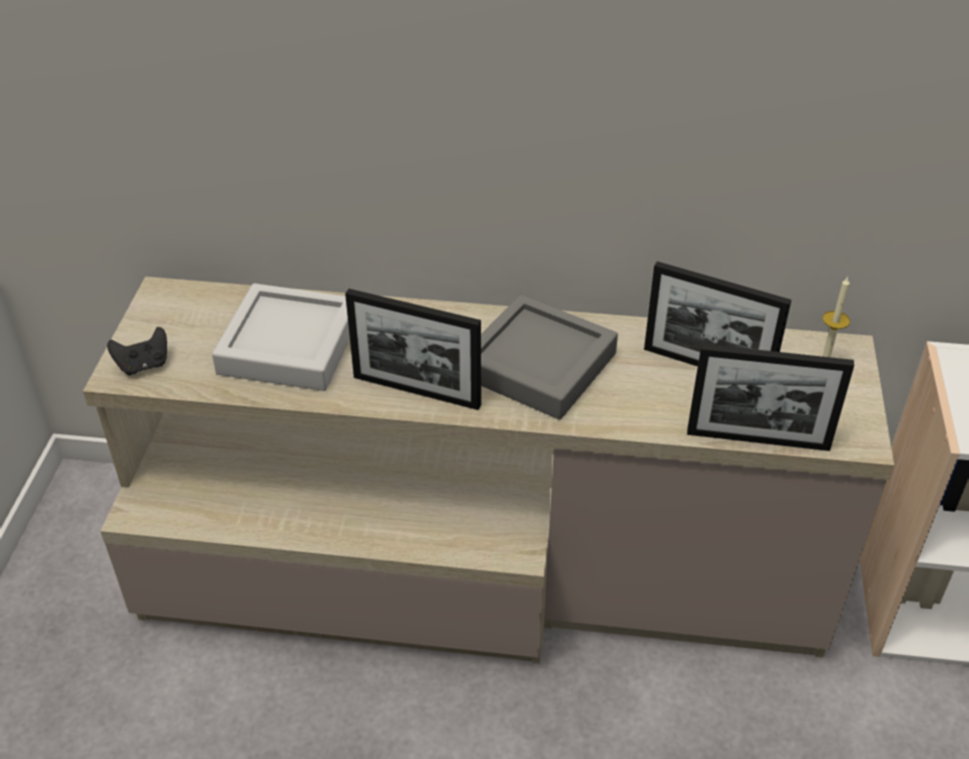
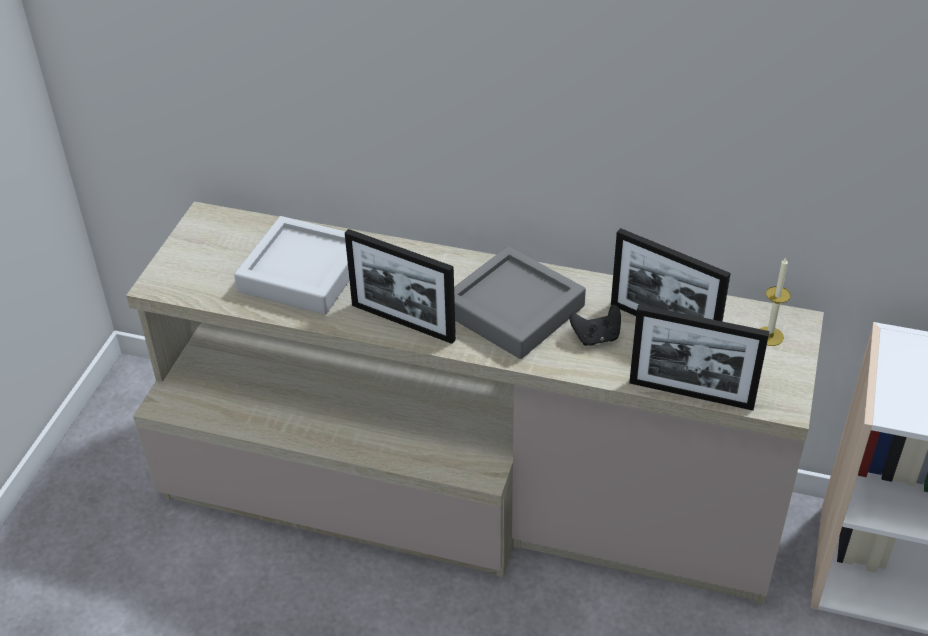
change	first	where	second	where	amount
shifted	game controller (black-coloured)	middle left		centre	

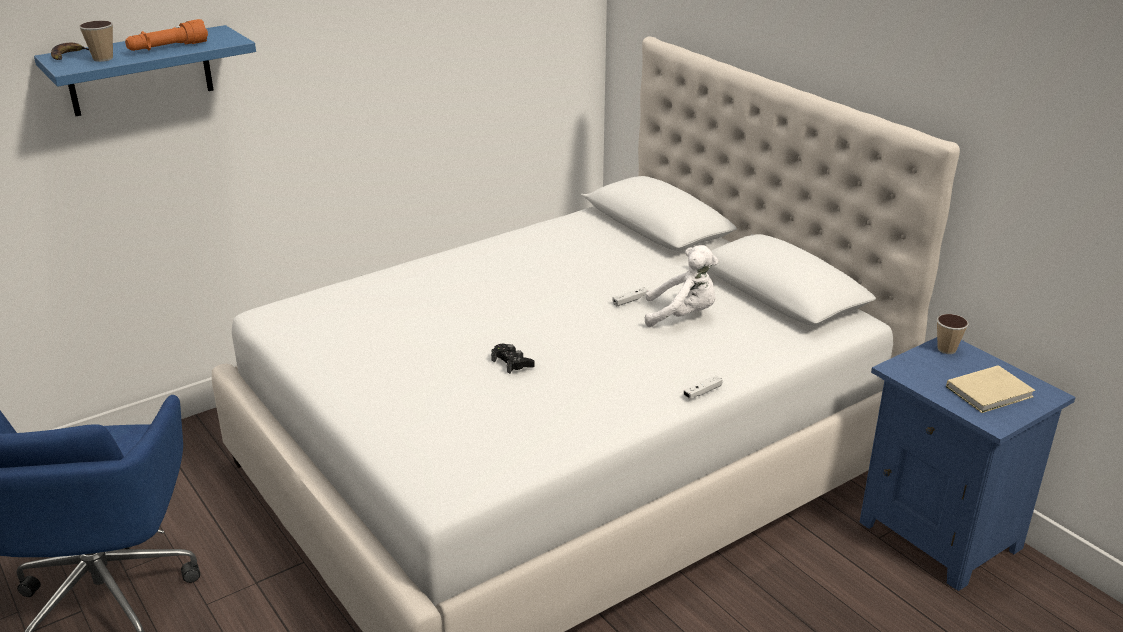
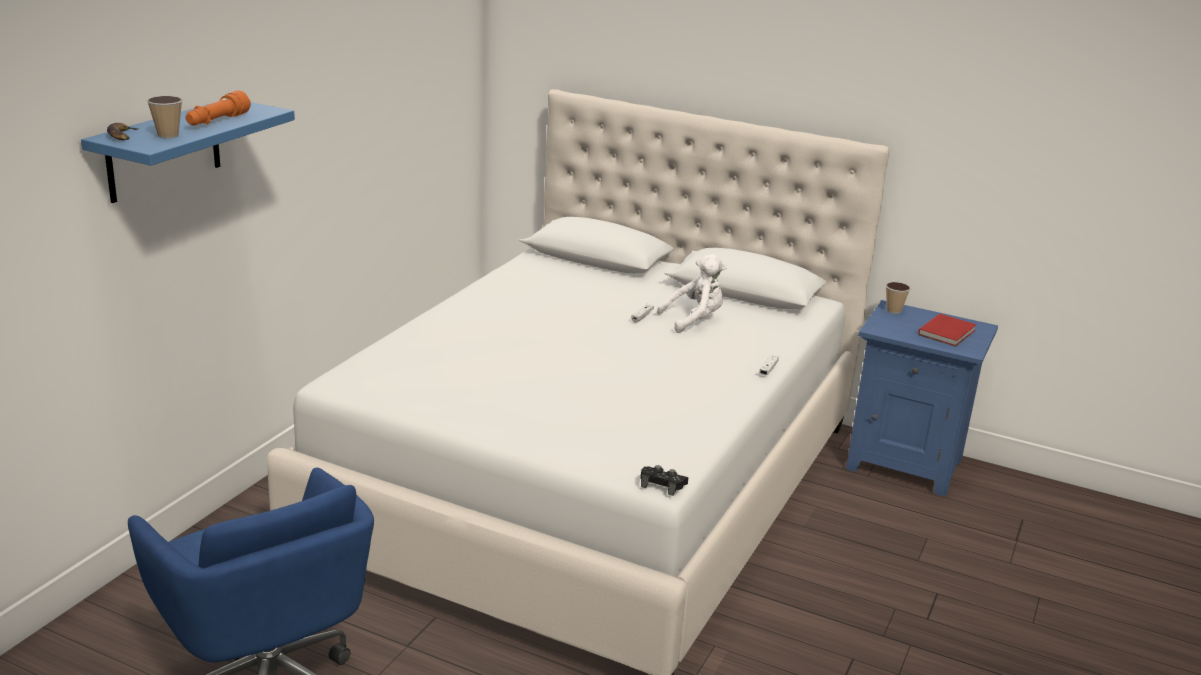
change	first	where	second	where	amount
shifted	game controller (black-coloured)	centre		bottom centre	
repainted	book (beige-coloured)	middle right	book (reddish)	middle right	

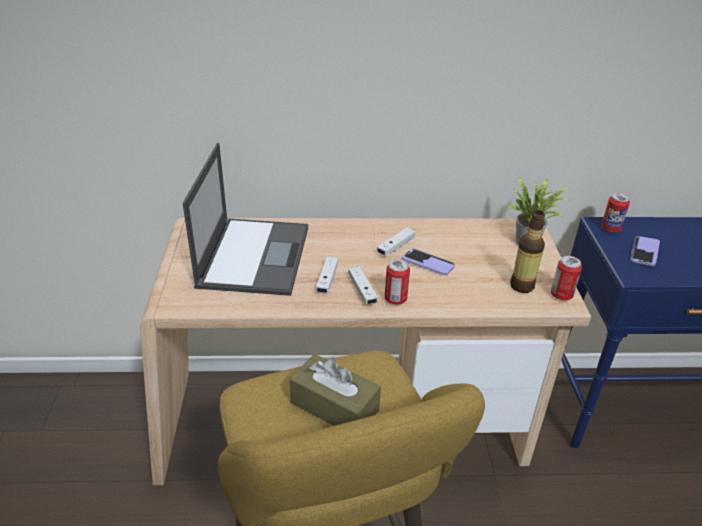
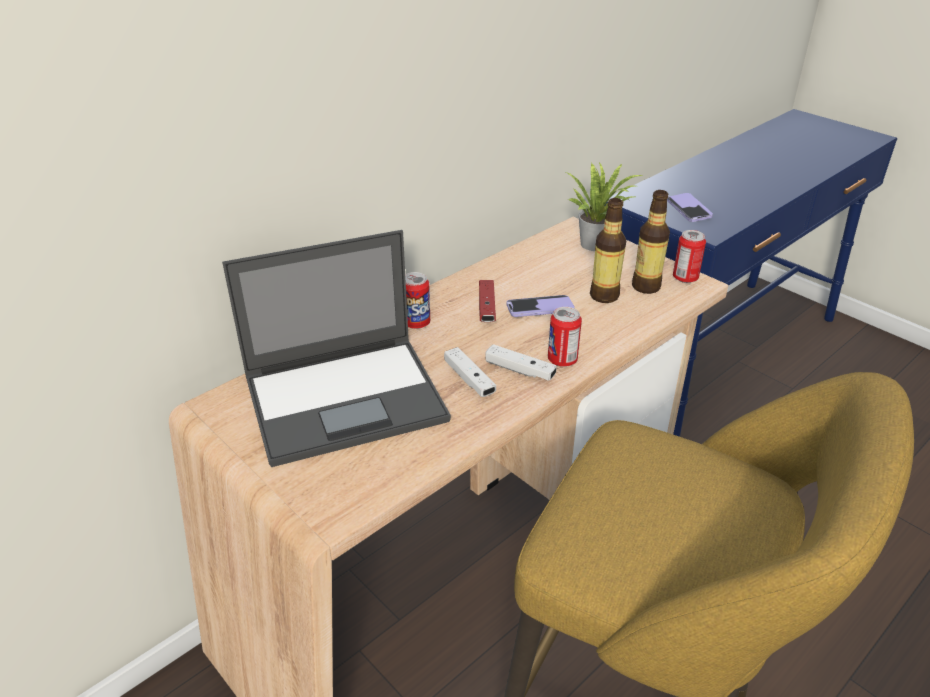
change	first	where	second	where	amount
gone	tissue box (brown-coloured)	bottom centre			
new			beverage bottle (no. 1 from left)	centre	
shifted	sealed can (no. 3 from left in the first image)	middle right	sealed can (no. 1 from left)	centre	
repainted	game controller (whitish) (no. 3 from left)	centre	game controller (reddish)	centre	
rotated	portable computer	centre		centre	105 degrees clockwise

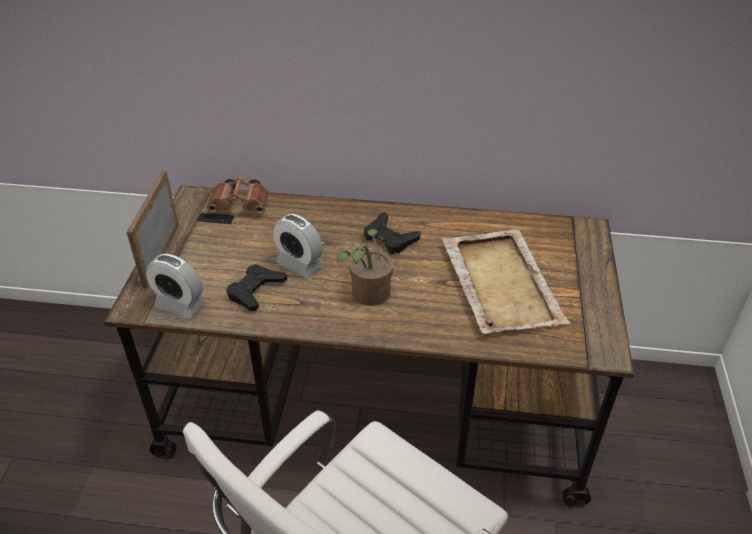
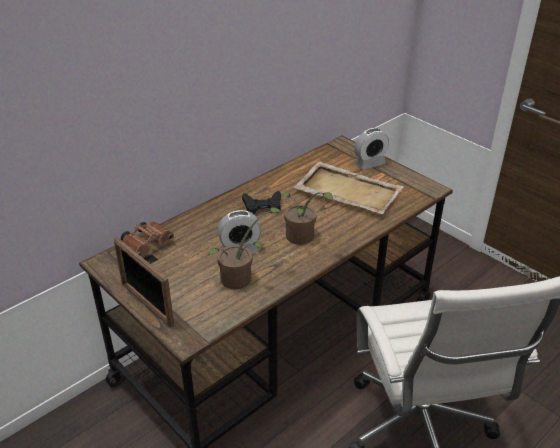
change	first	where	second	where	amount
shifted	table clock (no. 1 from left in the first image)	middle left	table clock (no. 2 from left)	top centre	
swapped	game controller (black-coloured) (no. 1 from left)	centre	potted plant (no. 1 from left)	centre	

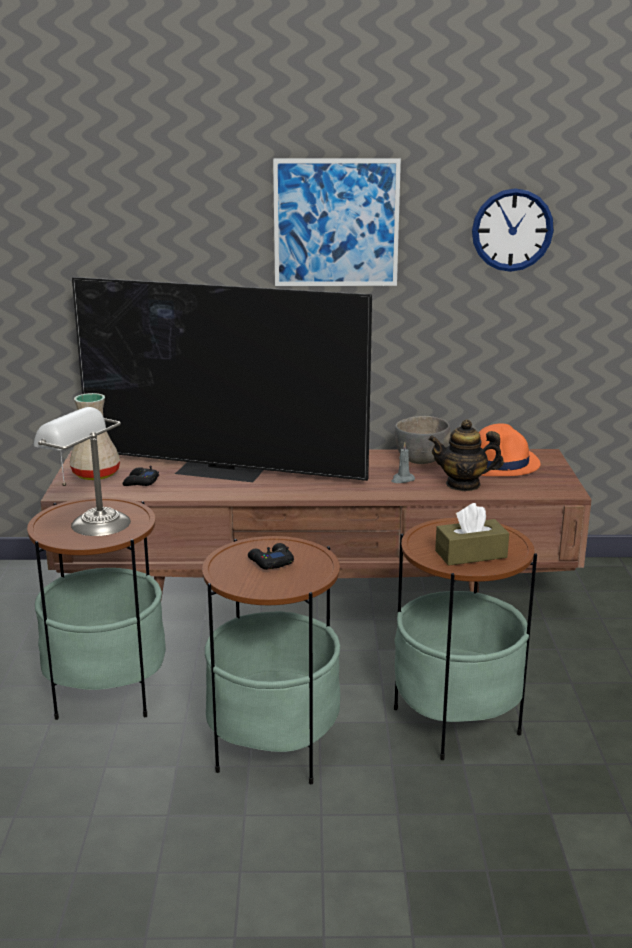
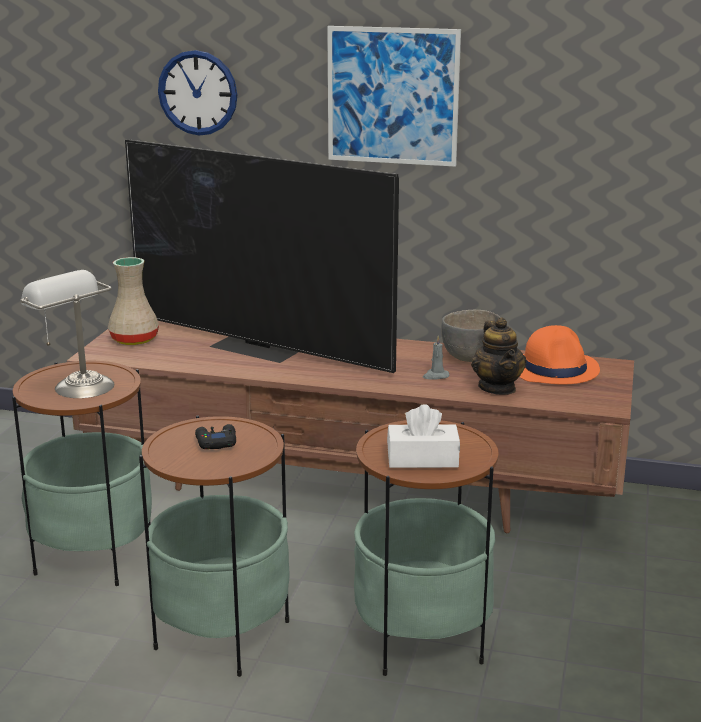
change	first	where	second	where	amount
gone	game controller (black-coloured) (no. 1 from left)	middle left			
shifted	clock on the wall	top right		top left	
repainted	tissue box (brown-coloured)	middle right	tissue box (whitish)	centre	
rotated	tea pot	middle right		middle right	120 degrees counterclockwise

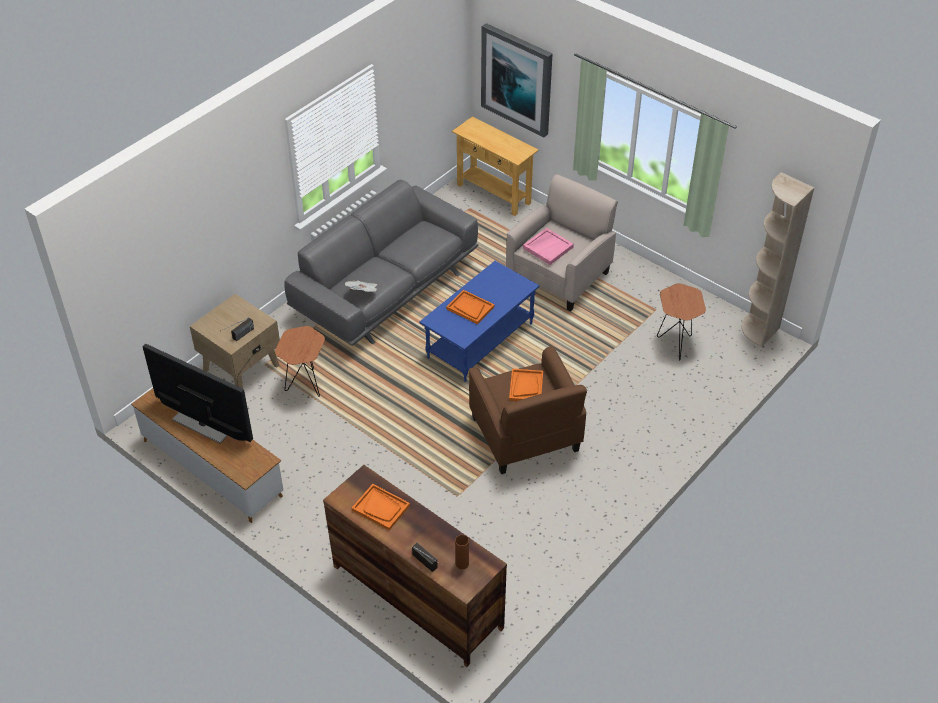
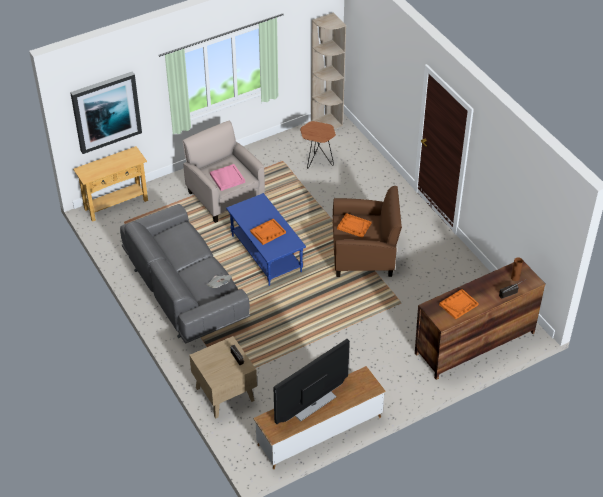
change	first	where	second	where	amount
gone	accent table (brown-coloured) (no. 1 from left)	middle left			

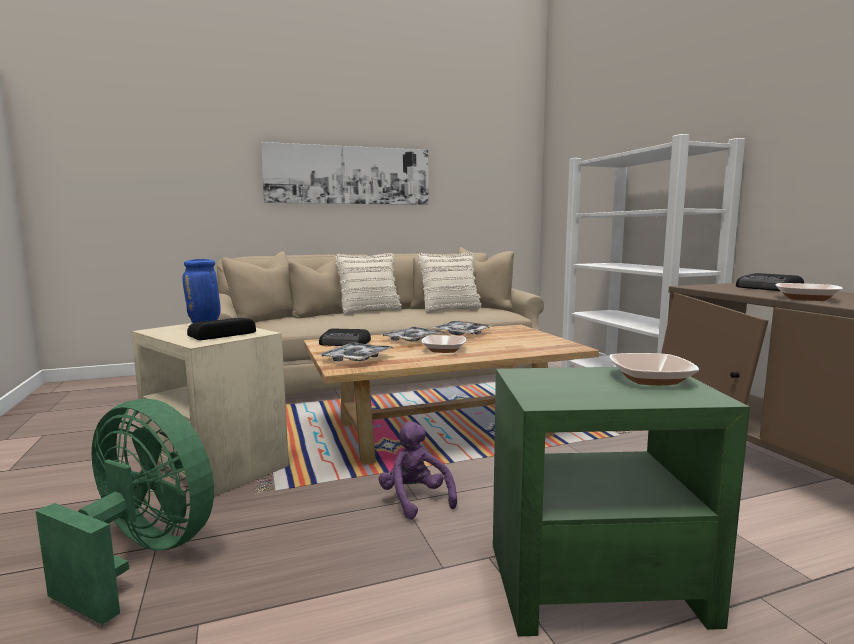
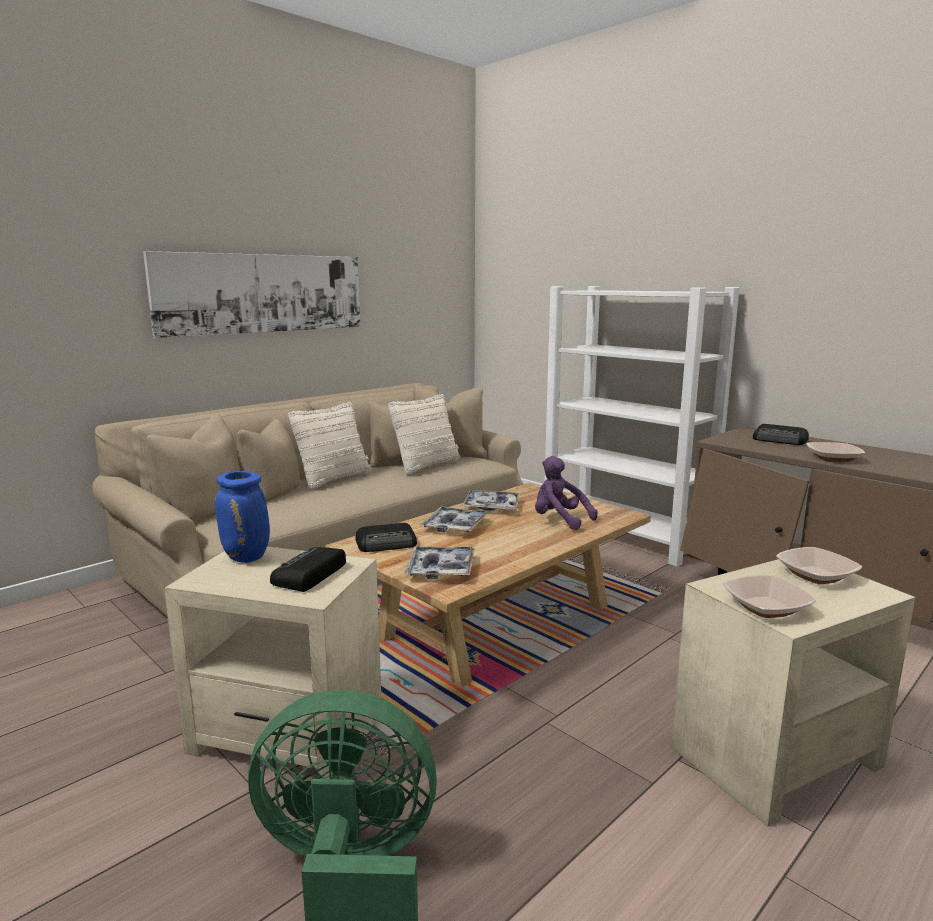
change	first	where	second	where	amount
shifted	plush toy (purple)	bottom centre		centre	
shifted	deep dish (no. 1 from left)	centre		middle right	
repainted	accent table (greenish)	bottom right	accent table (beige-coloured) (no. 2 from left)	bottom right	

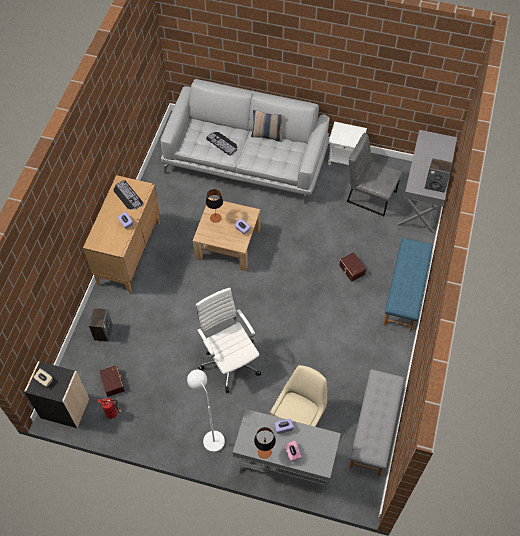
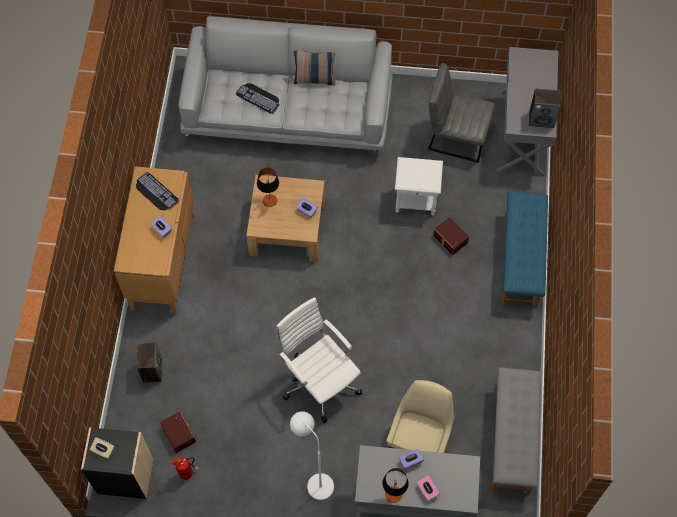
change	first	where	second	where	amount
shifted	accent table (whitish)	top right		centre	

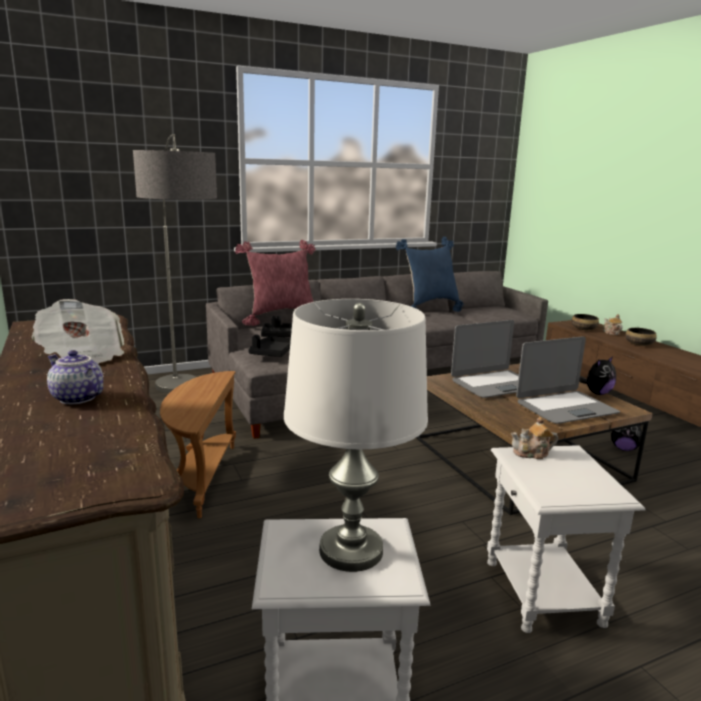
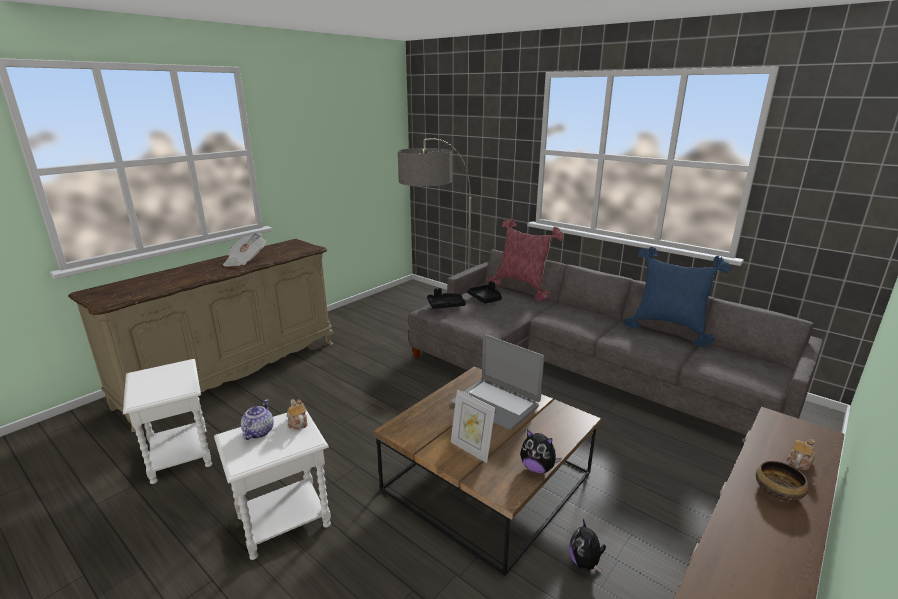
change	first	where	second	where	amount
gone	accent table (brown-coloured)	middle left			
gone	table lamp (whitish)	centre			
gone	deep dish (no. 1 from left)	middle right			
shifted	tea pot (no. 1 from left)	middle left		bottom left	
swapped	portable computer (no. 2 from left)	middle right	standing frame	bottom centre	

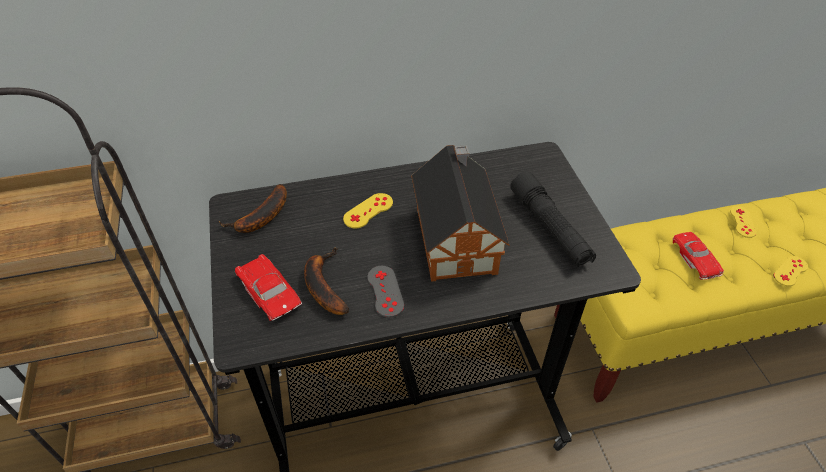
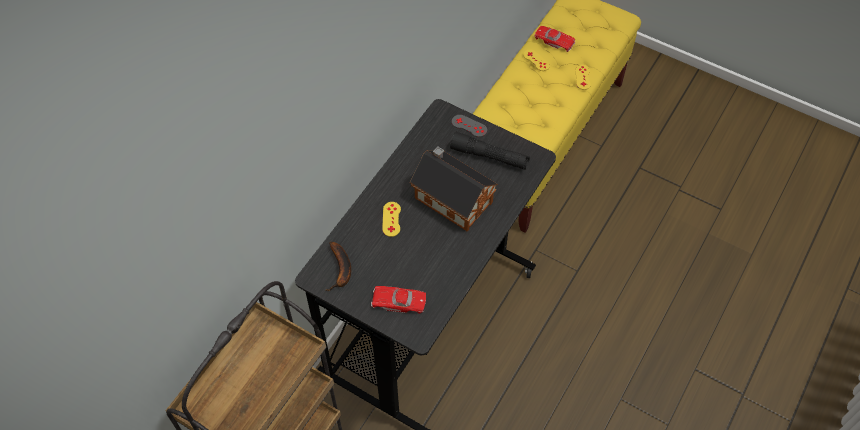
change	first	where	second	where	amount
gone	banana (no. 2 from left)	centre			
shifted	game controller (gray)	centre		top centre	
shifted	toy car (reddish) (no. 2 from left)	middle right		top centre	

